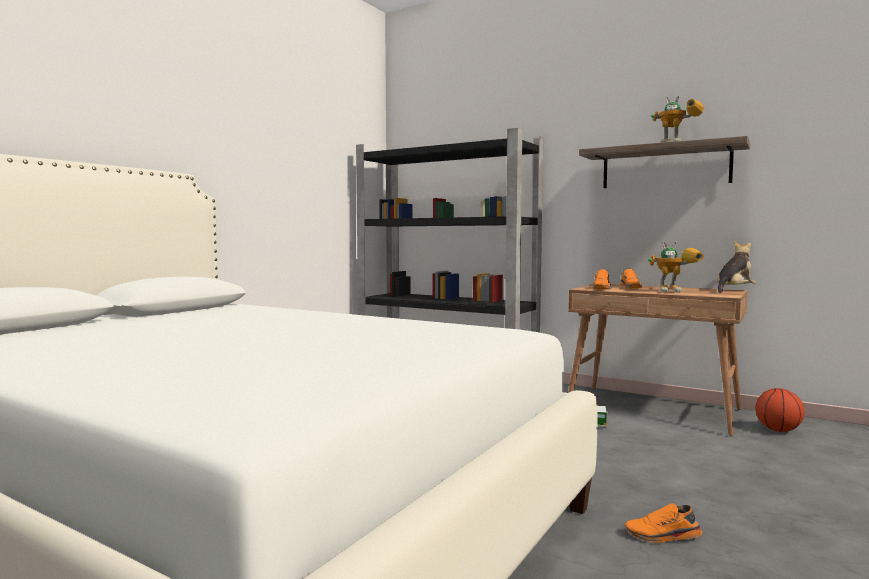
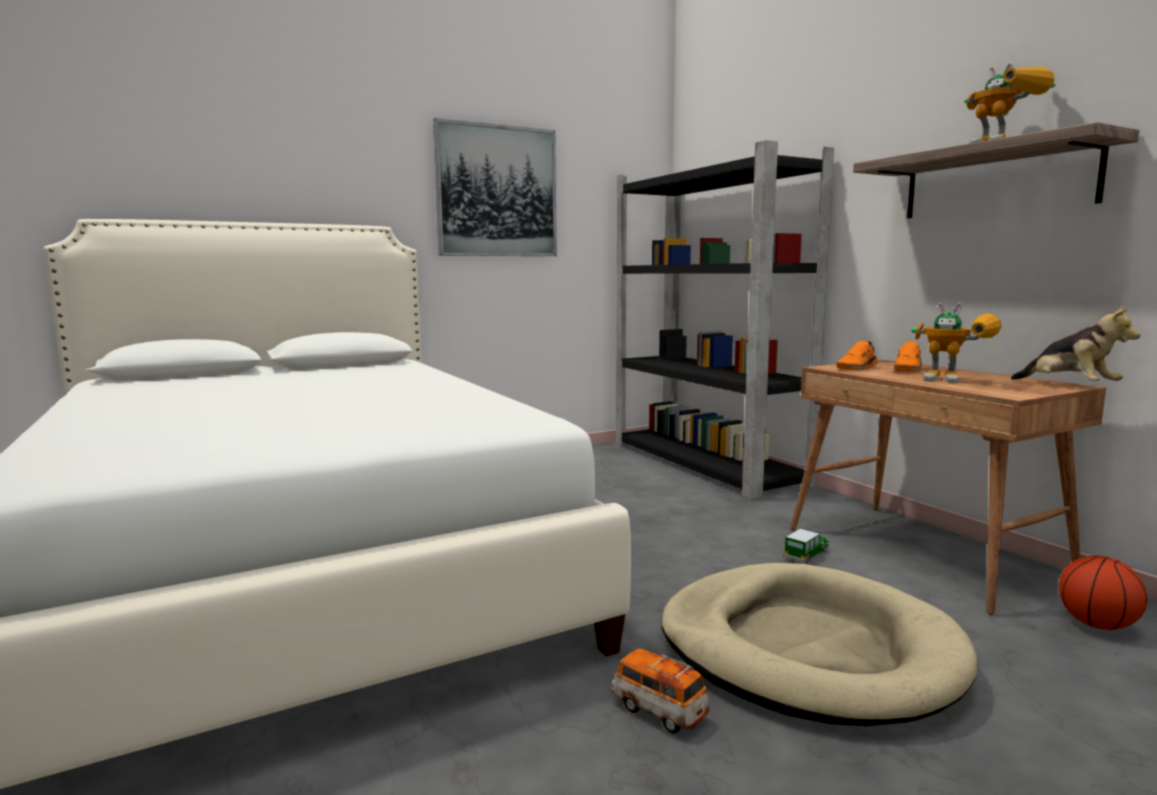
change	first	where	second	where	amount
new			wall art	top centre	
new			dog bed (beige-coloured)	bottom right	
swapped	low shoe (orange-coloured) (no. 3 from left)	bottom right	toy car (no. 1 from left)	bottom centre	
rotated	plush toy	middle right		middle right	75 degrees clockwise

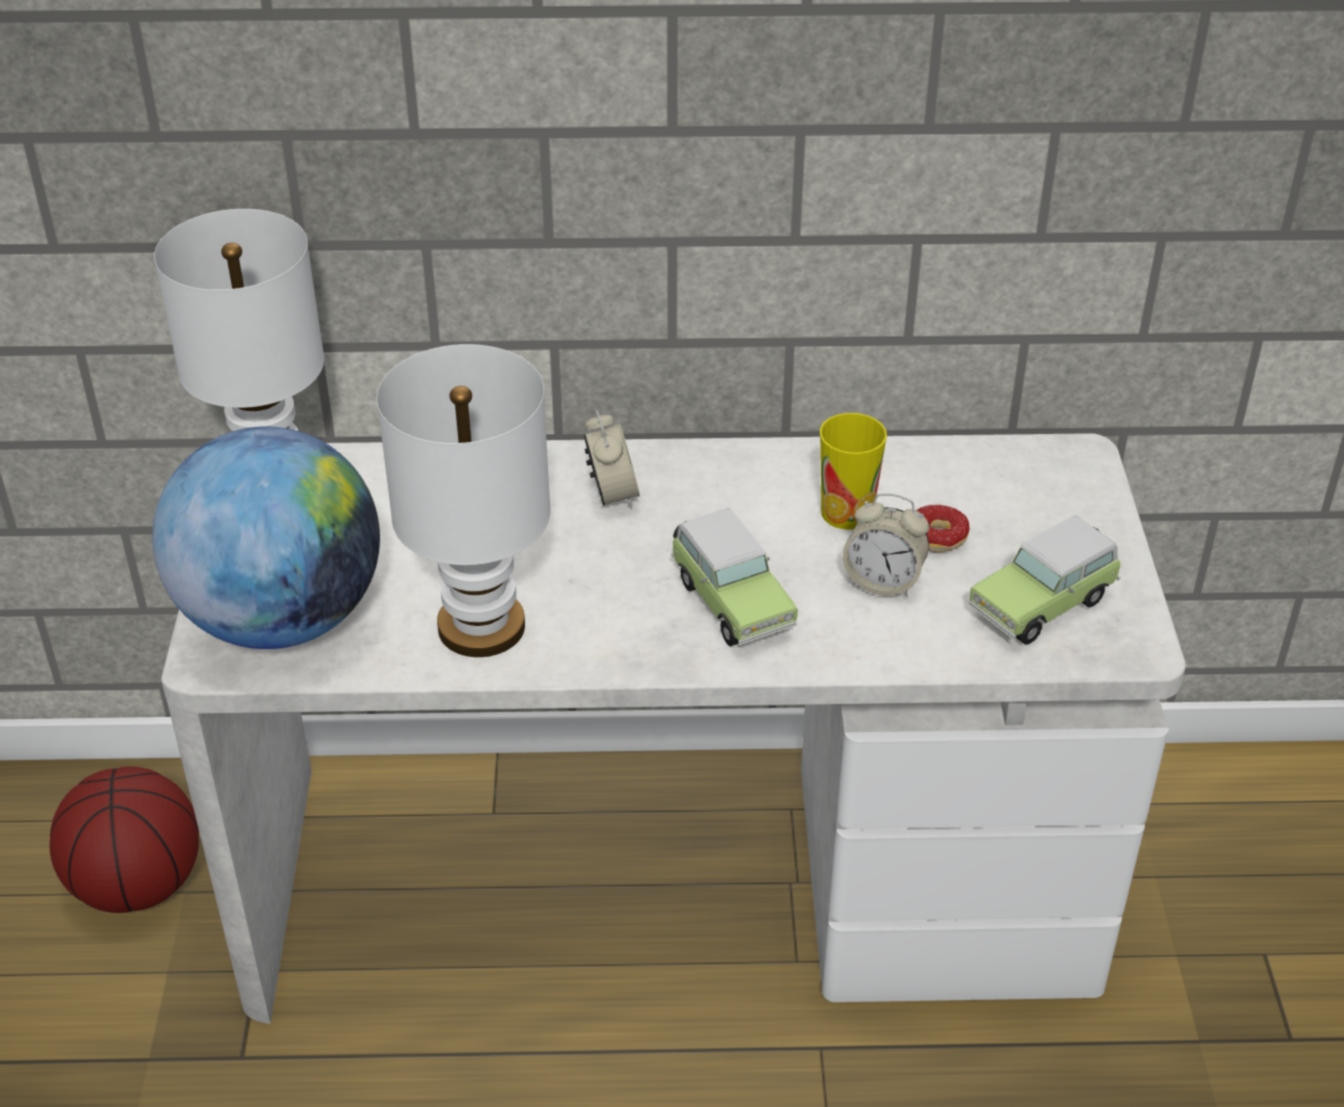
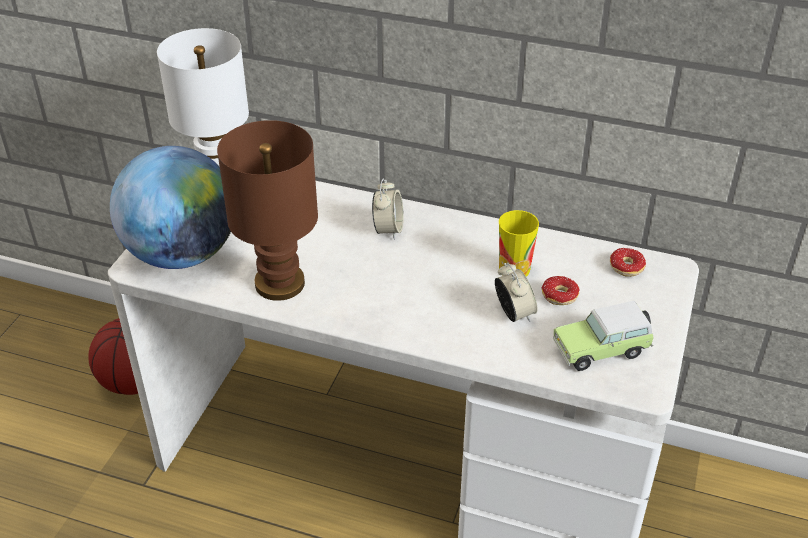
change	first	where	second	where	amount
gone	toy car (no. 1 from left)	centre			
new			donut (no. 2 from left)	middle right	
repainted	table lamp (whitish) (no. 2 from left)	centre	table lamp (brown-coloured)	middle left	
rotated	table clock (no. 2 from left)	centre		centre	150 degrees counterclockwise

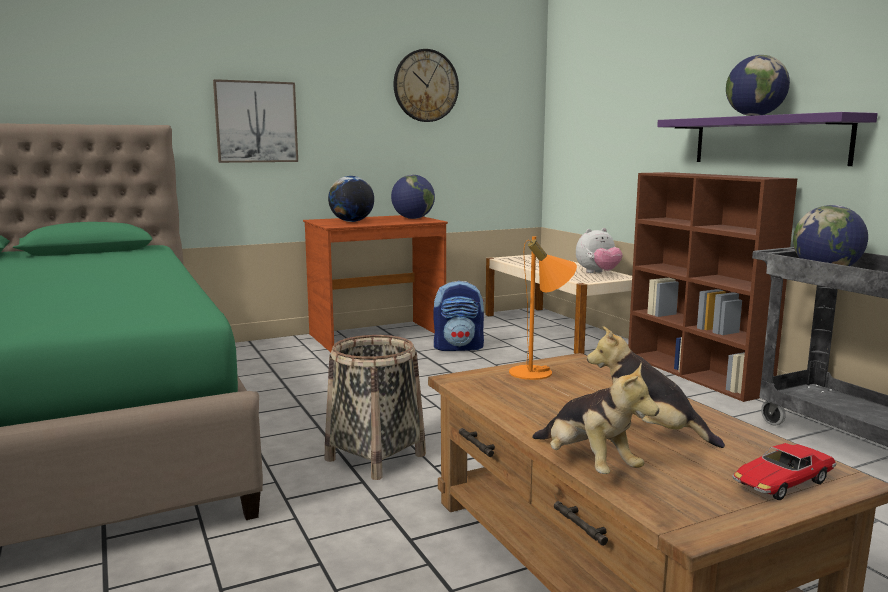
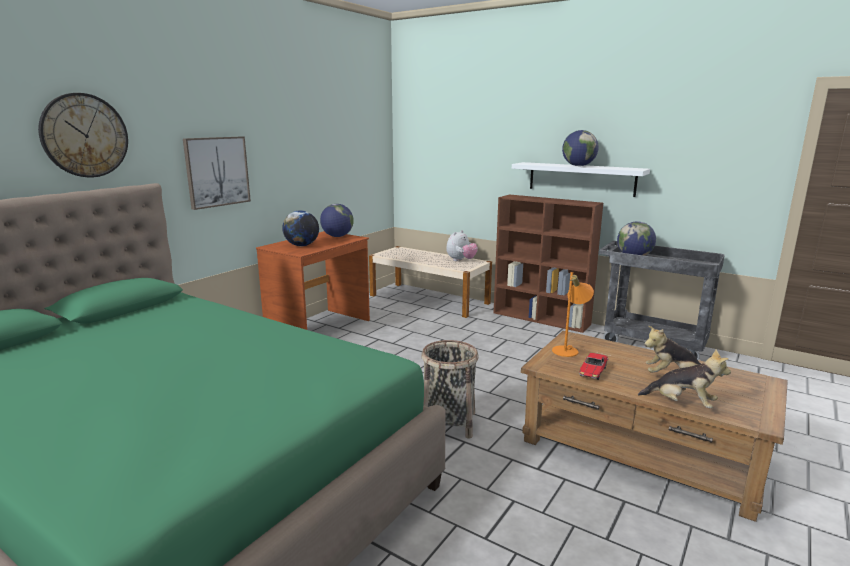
change	first	where	second	where	amount
gone	knapsack	centre			
shifted	clock on the wall	top centre		top left	
shifted	toy car	bottom right		middle right	
repainted	shelf (purple)	top right	shelf (whitish)	top right	

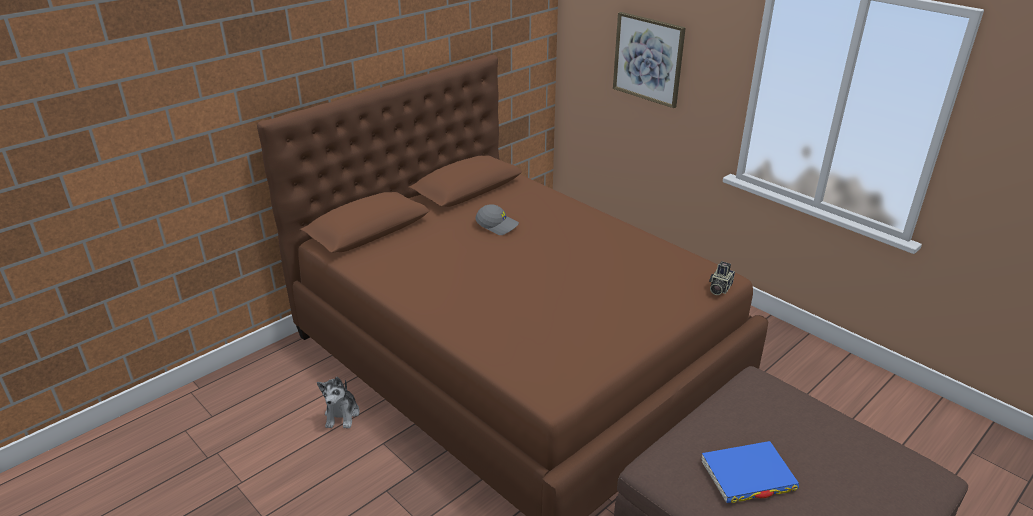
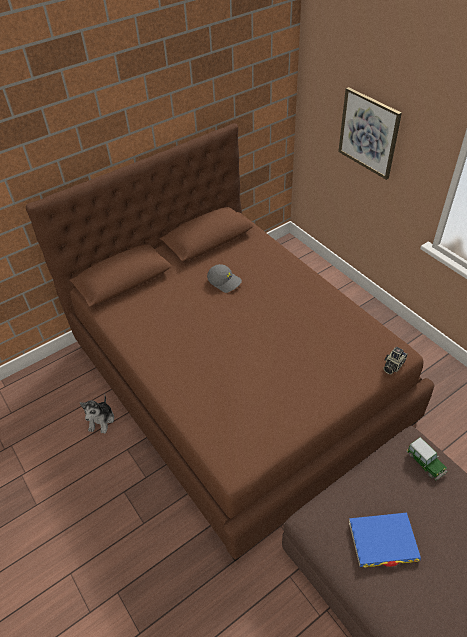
change	first	where	second	where	amount
new			toy car	bottom right	

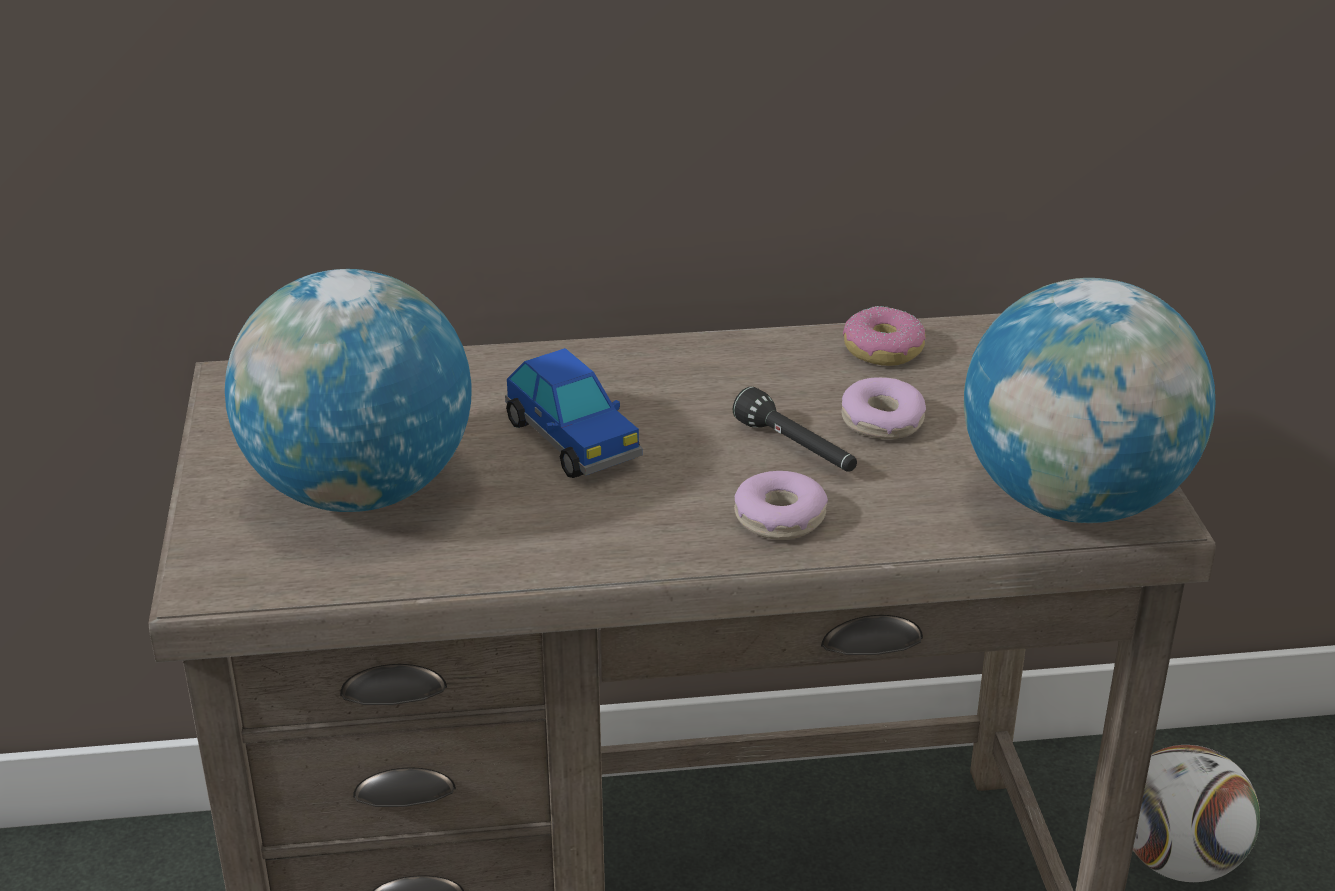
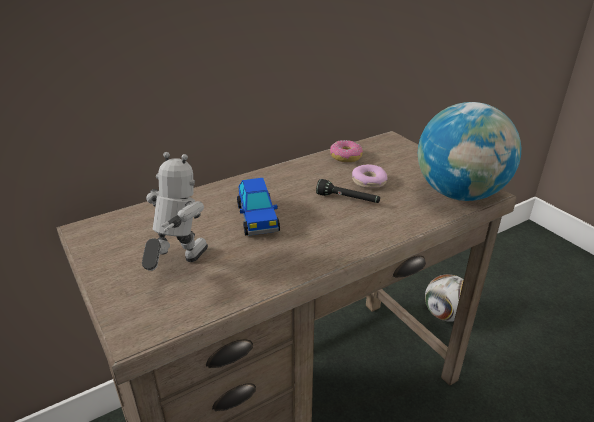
change	first	where	second	where	amount
gone	donut (no. 1 from left)	centre			
swapped	desk globe (no. 1 from left)	middle left	robot figure	middle left	
rotated	toy car	centre		centre	45 degrees clockwise

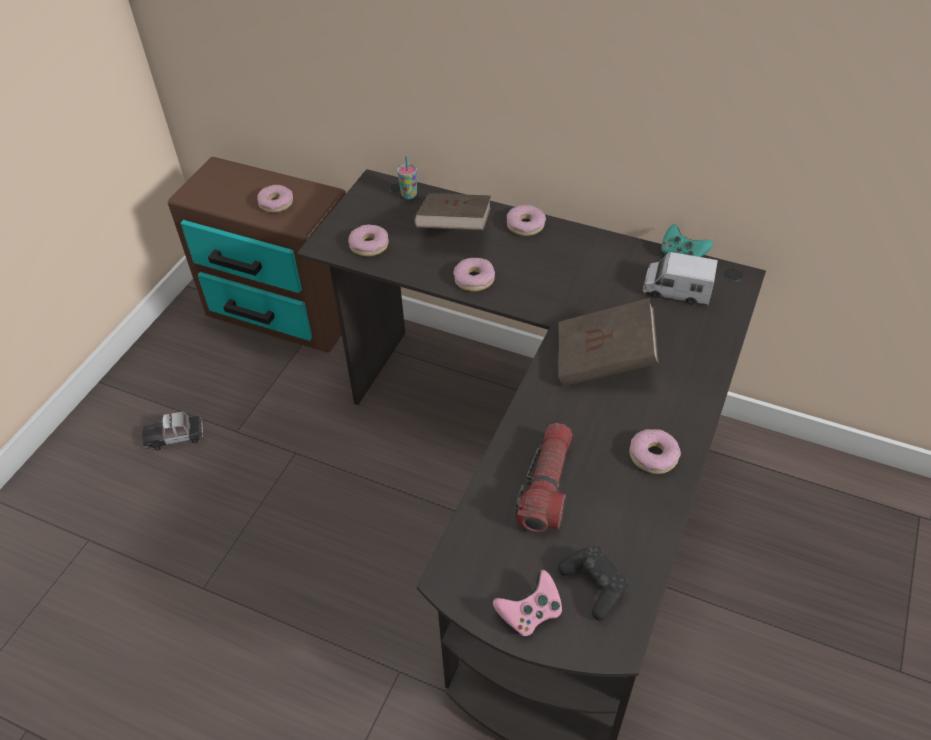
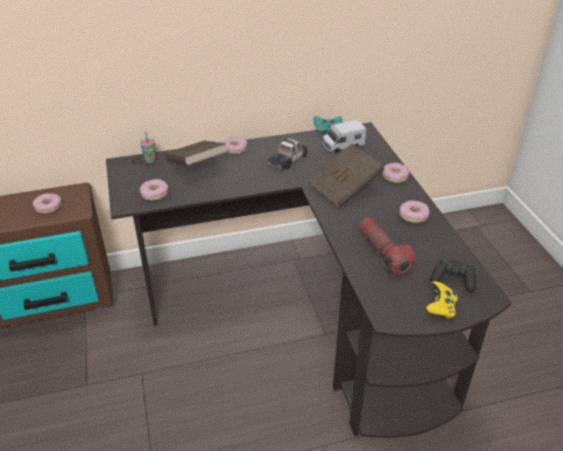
change	first	where	second	where	amount
shifted	toy car	middle left		centre	
shifted	donut (no. 3 from left in the first image)	centre	donut (no. 4 from left)	middle right	
repainted	game controller (pink-coloured)	bottom centre	game controller (yellow)	middle right	

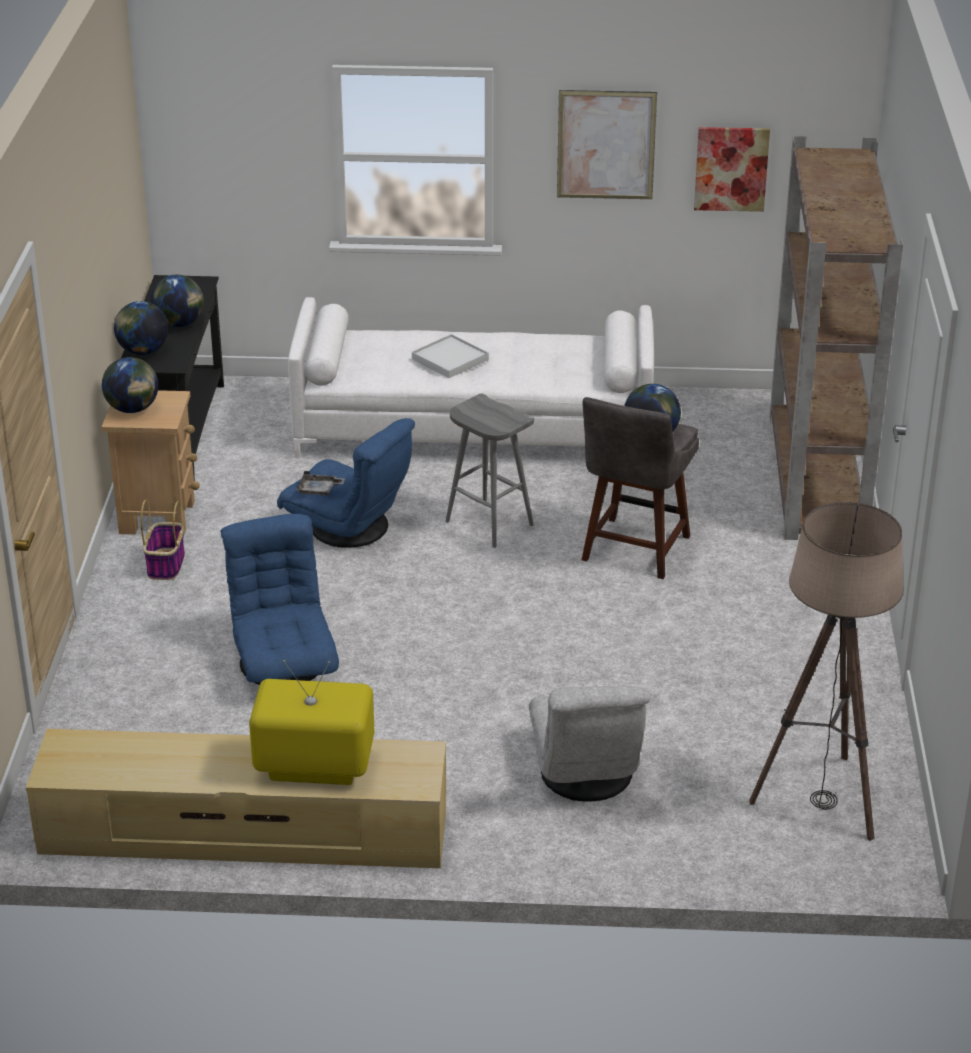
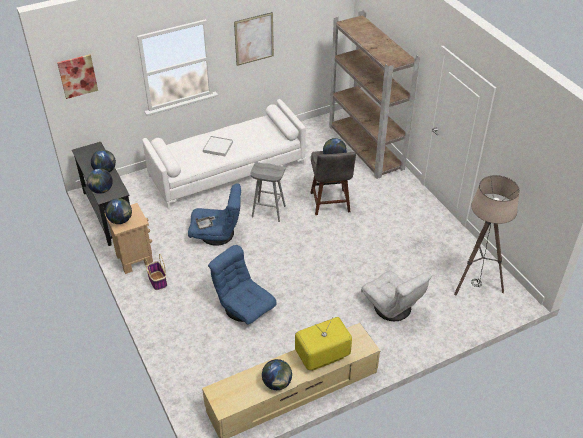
change	first	where	second	where	amount
new			desk globe (no. 4 from left)	bottom centre	
shifted	wall art (no. 2 from left in the first image)	top right	wall art (no. 1 from left)	top left	

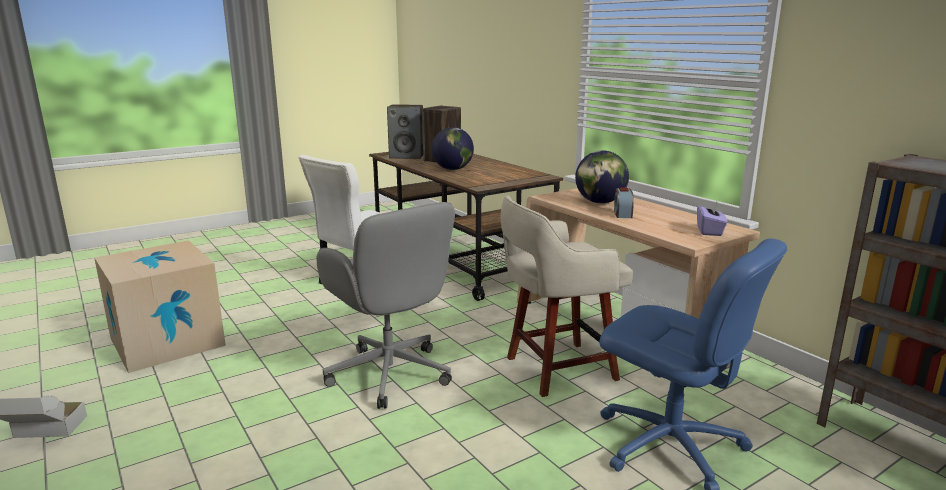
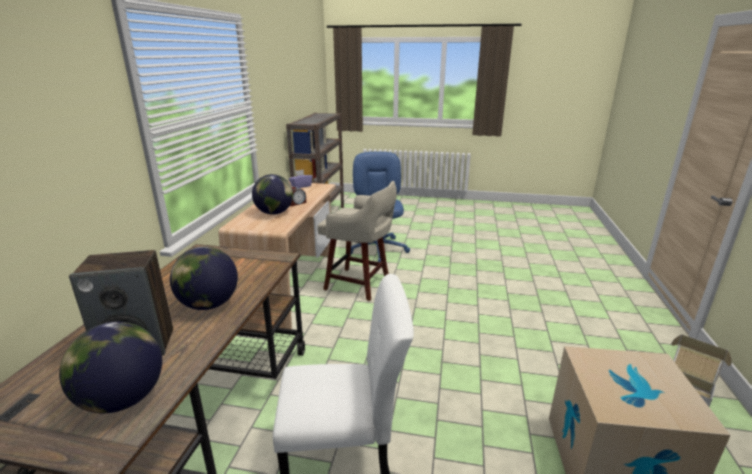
change	first	where	second	where	amount
gone	desk chair (gray)	centre			
swapped	audio speaker (no. 1 from left)	top centre	desk globe (no. 1 from left)	bottom left	

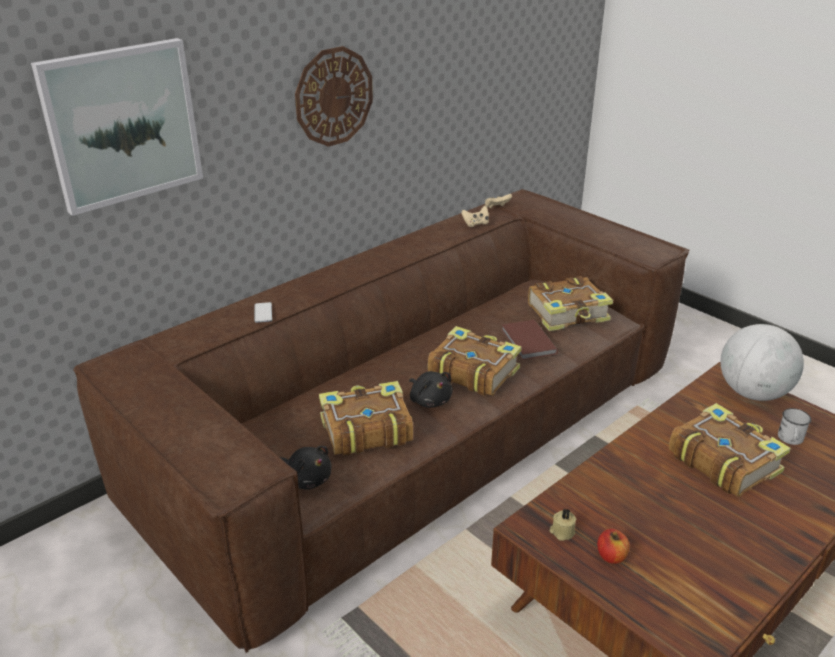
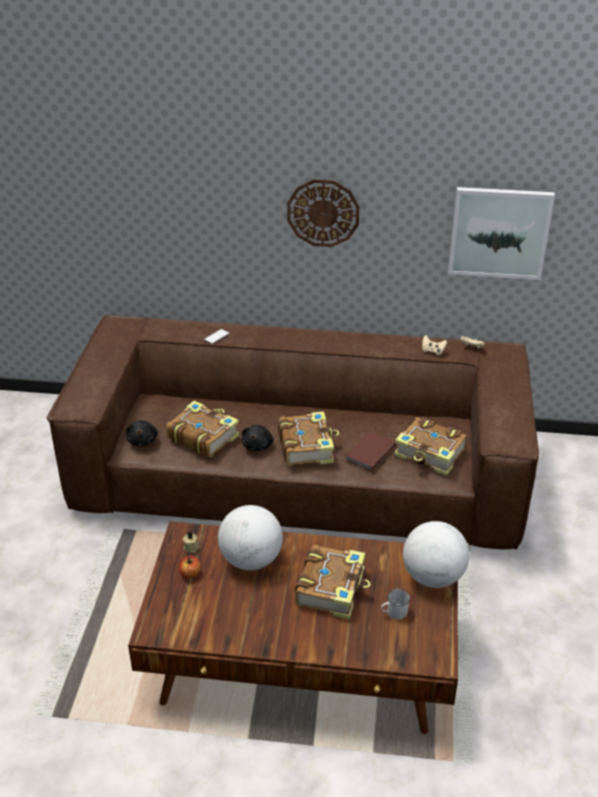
change	first	where	second	where	amount
new			desk globe (no. 1 from left)	bottom centre	
shifted	wall art	top left		top right	

